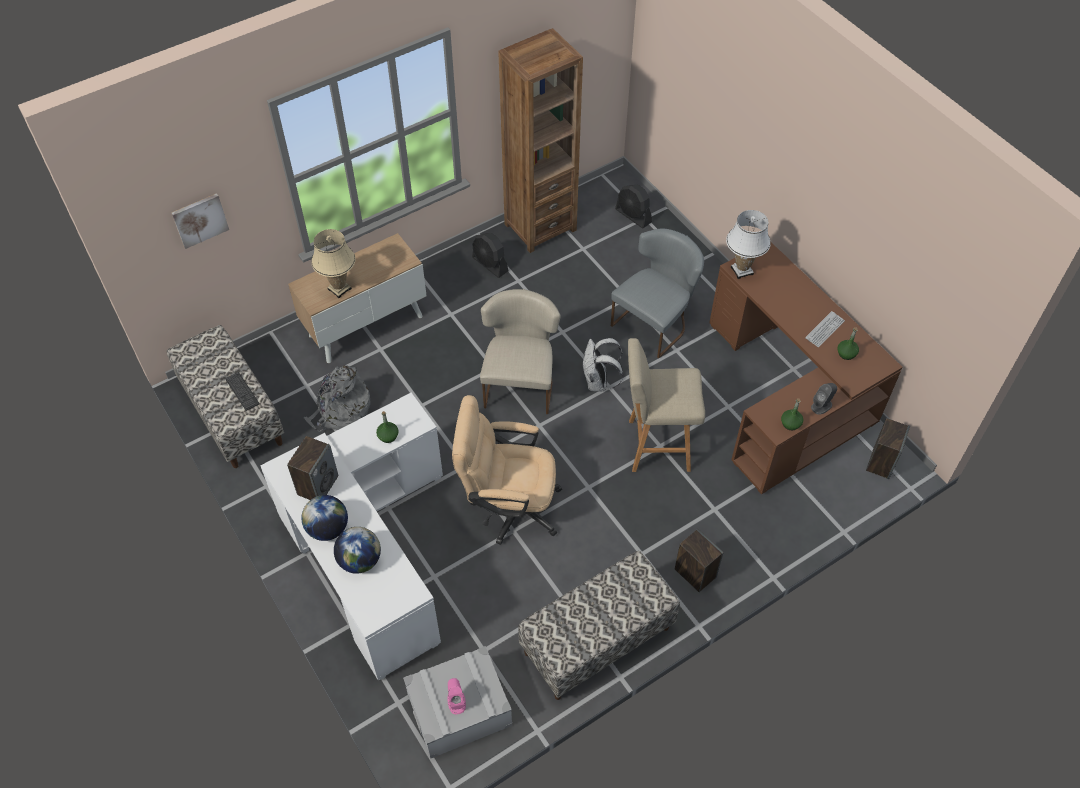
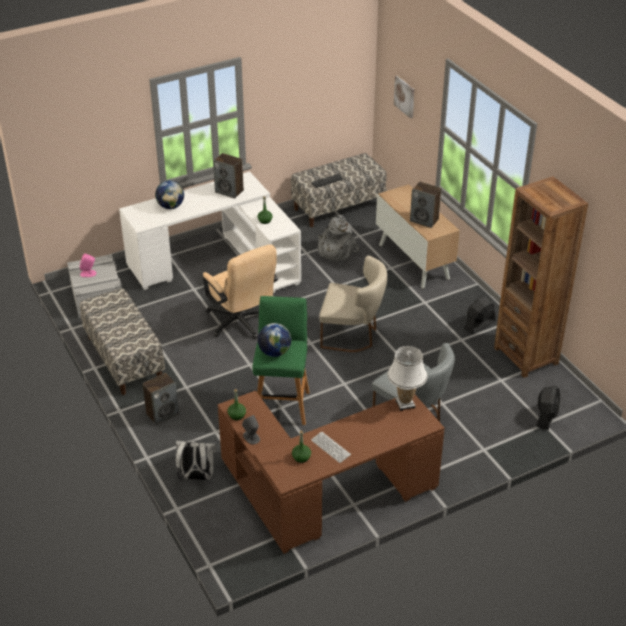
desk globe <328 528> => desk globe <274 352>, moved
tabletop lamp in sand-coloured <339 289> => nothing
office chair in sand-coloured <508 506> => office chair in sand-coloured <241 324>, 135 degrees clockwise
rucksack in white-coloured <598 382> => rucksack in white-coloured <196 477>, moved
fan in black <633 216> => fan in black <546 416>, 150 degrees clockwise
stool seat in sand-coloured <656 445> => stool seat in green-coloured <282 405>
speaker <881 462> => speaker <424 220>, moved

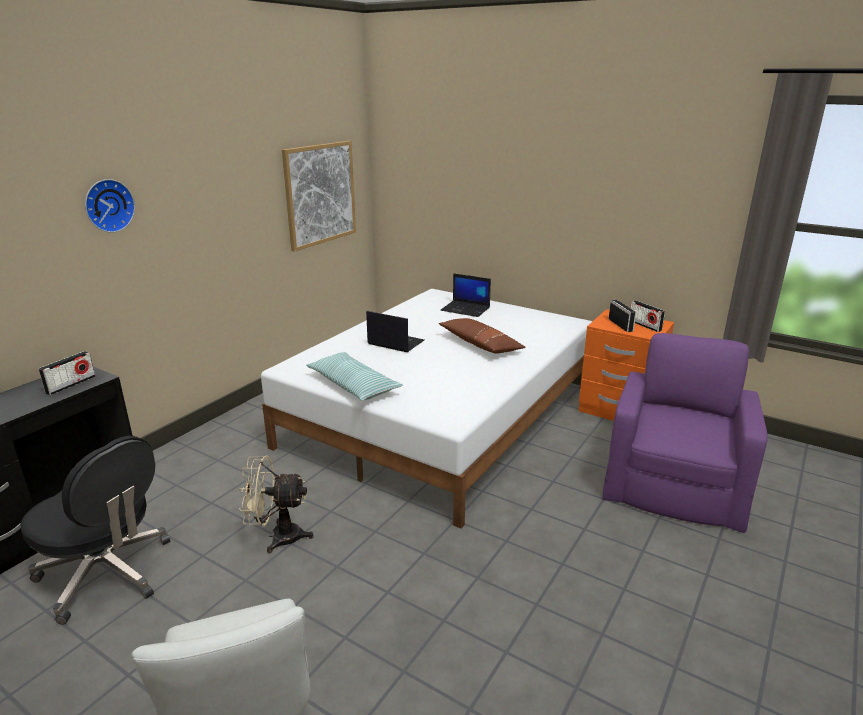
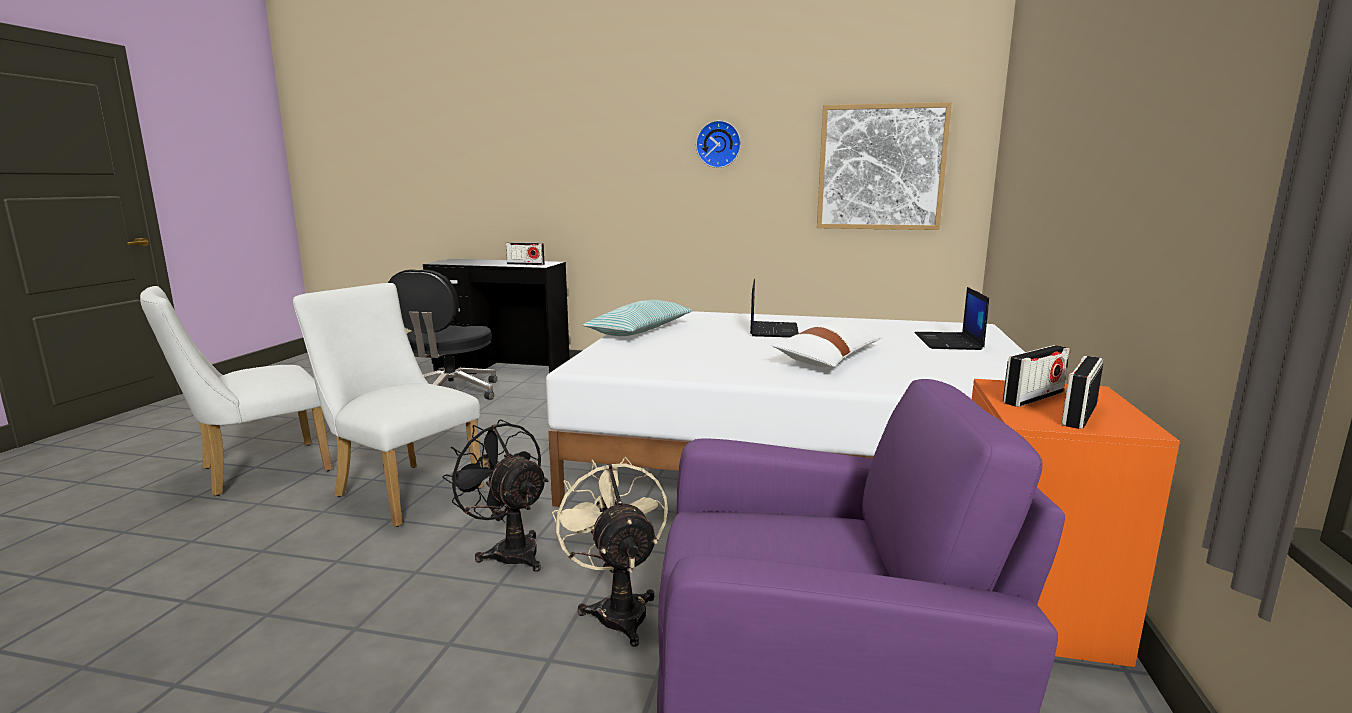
hanging clock <108 205> => hanging clock <718 144>, moved
fan in sand-coloured <277 537> => fan in sand-coloured <618 609>, moved
throw pillow in brown-coloured <480 344> => throw pillow in white-coloured <829 357>
nothing => upright chair in white-coloured <401 490>
nothing => fan in black <509 550>

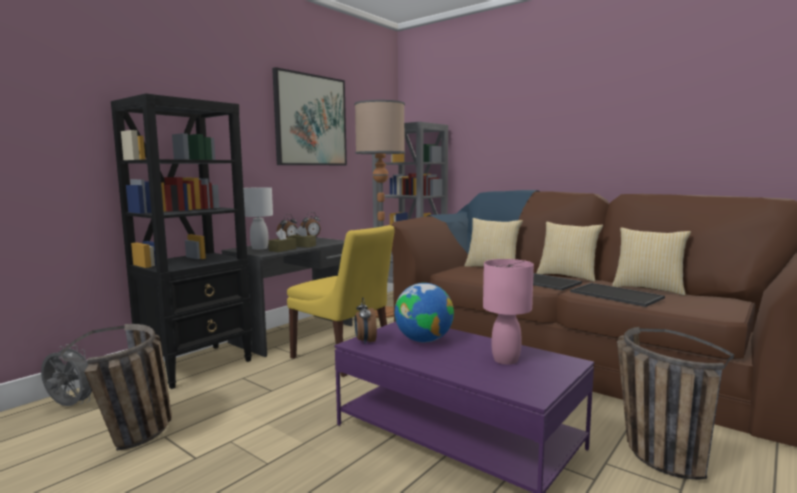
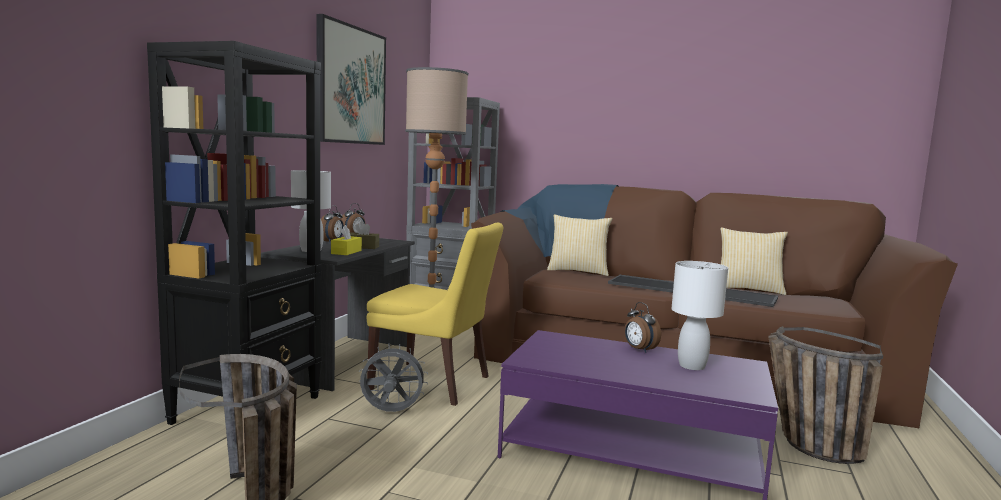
fan in greyish <70 406> => fan in greyish <391 412>, moved
tissue box in brown-coloured <282 249> => tissue box in yellowish <346 252>
table clock <365 341> => table clock <639 350>, moved
desk globe <423 340> => nothing
tabletop lamp in pinkish <505 360> => tabletop lamp in white-coloured <692 366>
throw pillow <568 276> => nothing

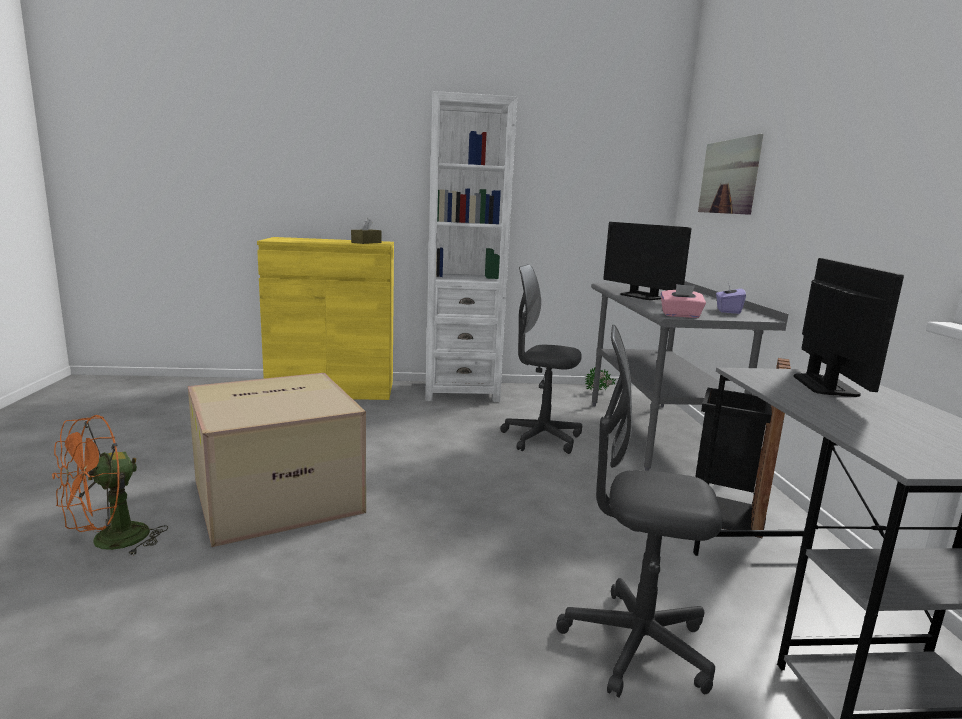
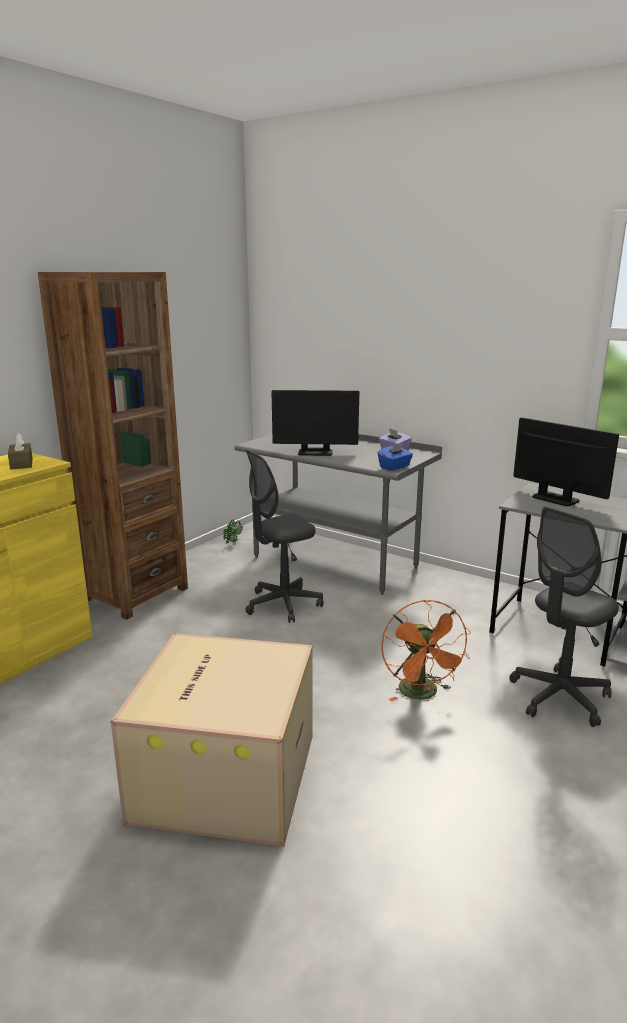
fan in orange <109 543> => fan in orange <422 694>, moved
bookcase in white-coloured <461 391> => bookcase in brown-coloured <135 594>
tissue box in pinkish <680 315> => tissue box in blue <395 467>
rubbish bin in black <725 513> => nothing
wall art <729 176> => nothing

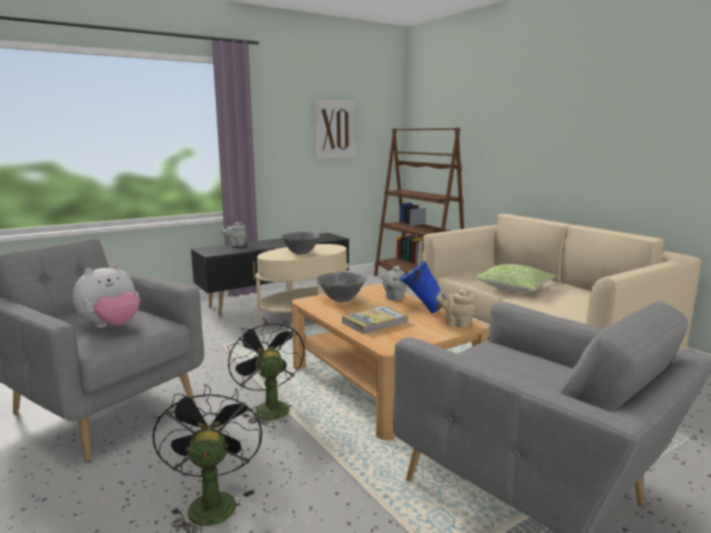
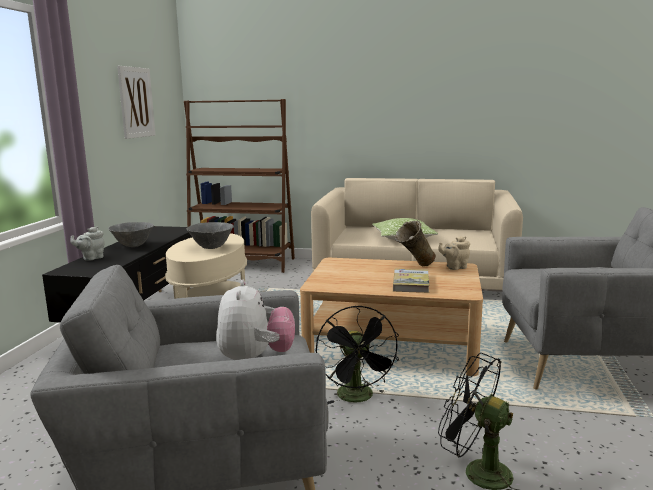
fan in black <268 408> => fan in black <358 398>, 120 degrees counterclockwise
deep dish in greyish <341 300> => deep dish in greyish <133 246>, moved
pot for tea in greyish <394 298> => nothing
vase in blue <421 311> => vase in sand-coloured <414 267>

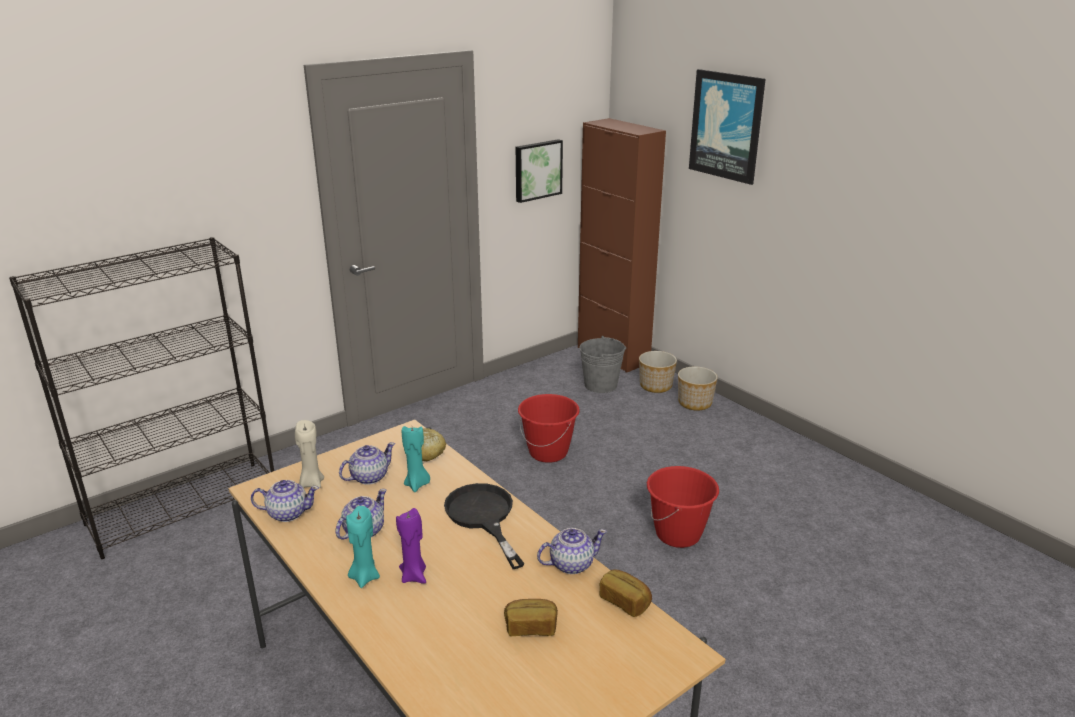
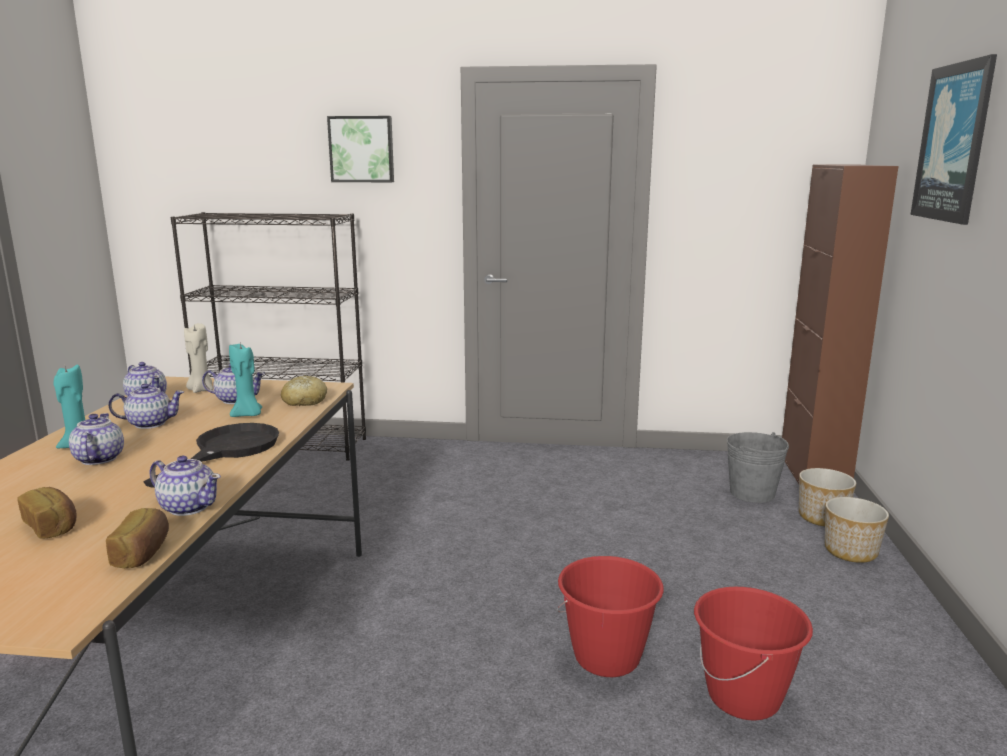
wax light in purplish <414 576> => pot for tea <98 459>
wall art <537 170> => wall art <362 149>, moved
water bucket in red-coloured <548 452> => water bucket in red-coloured <744 697>, moved

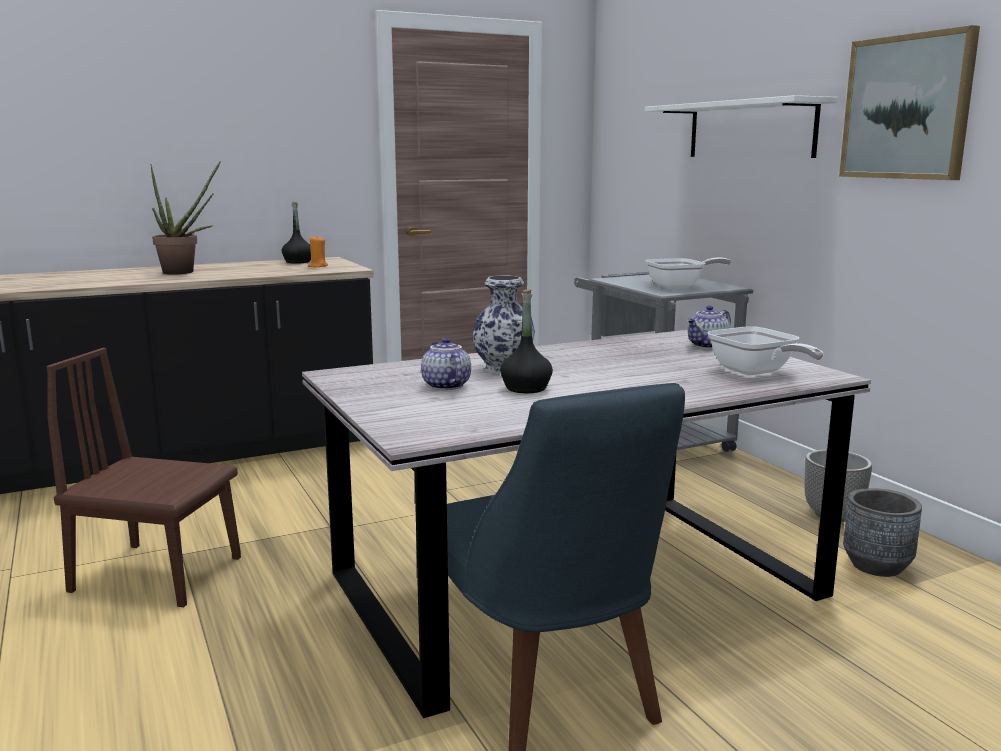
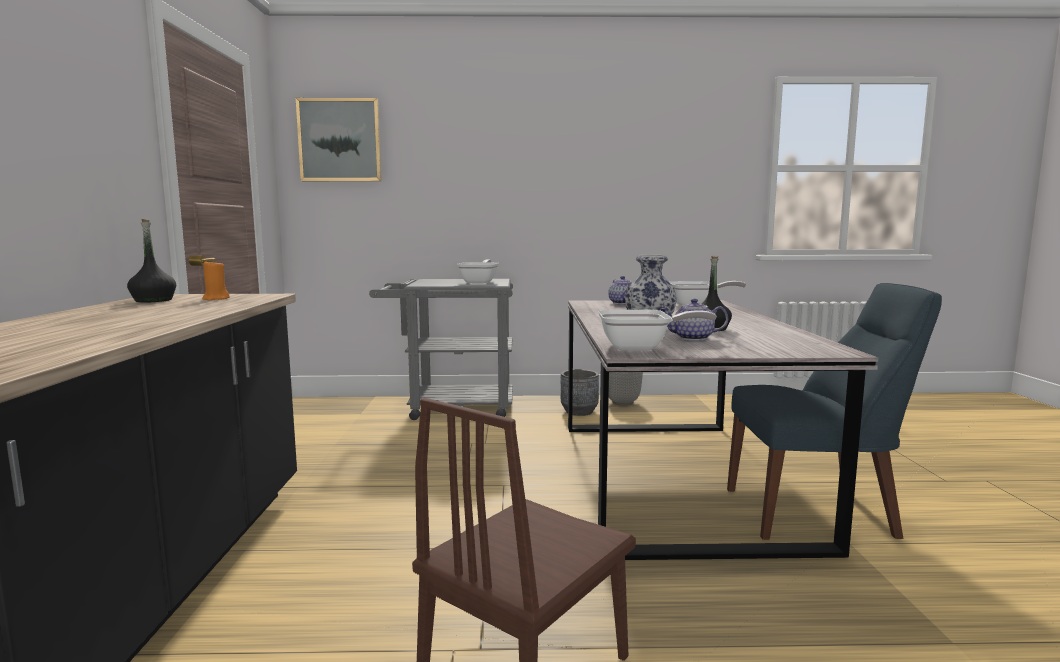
houseplant <185 272> => nothing
shelf in white-coloured <750 130> => nothing
wall art <907 107> => wall art <340 140>, moved
planter in greyish <877 565> => planter in greyish <579 411>, moved
nothing => frying pan <642 348>

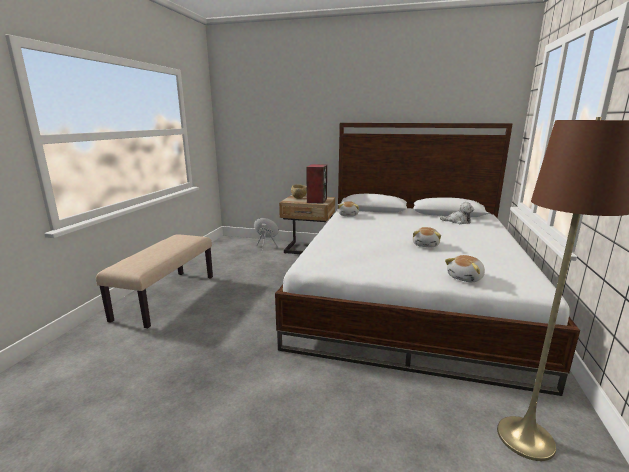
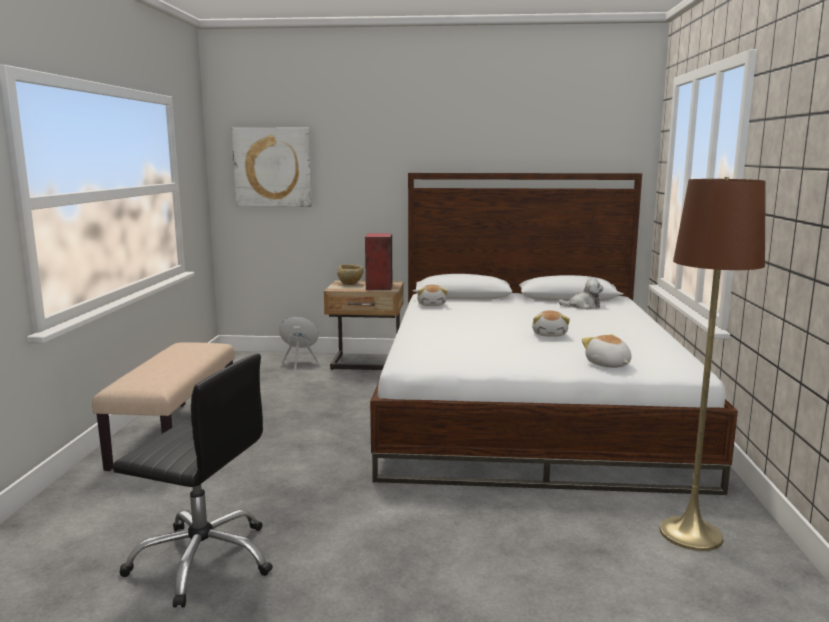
plush toy <466 278> => plush toy <607 365>, 120 degrees clockwise
nothing => office chair in black <203 560>
nothing => wall art <273 167>

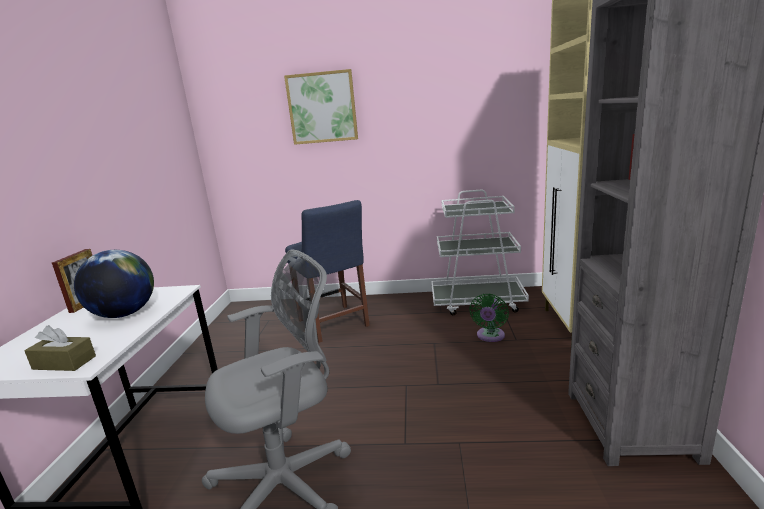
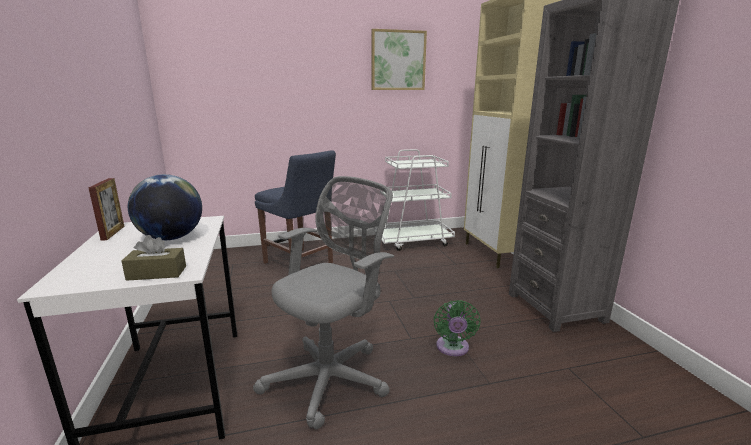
wall art <322 107> => wall art <398 60>, moved
fan in green-coloured <490 336> => fan in green-coloured <452 348>, moved

